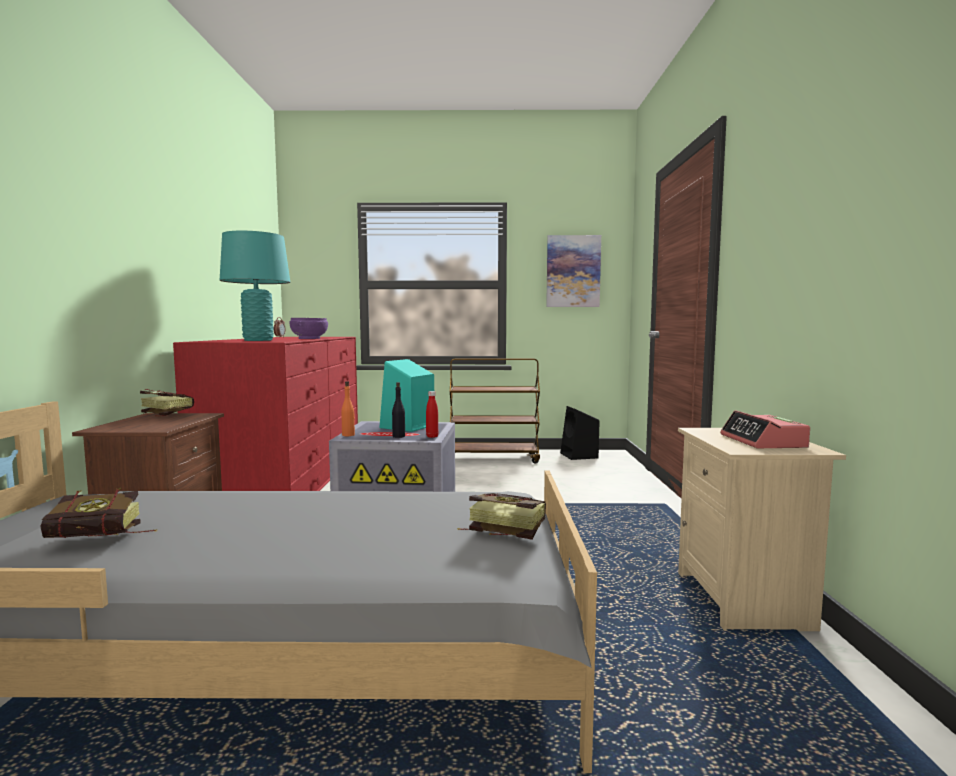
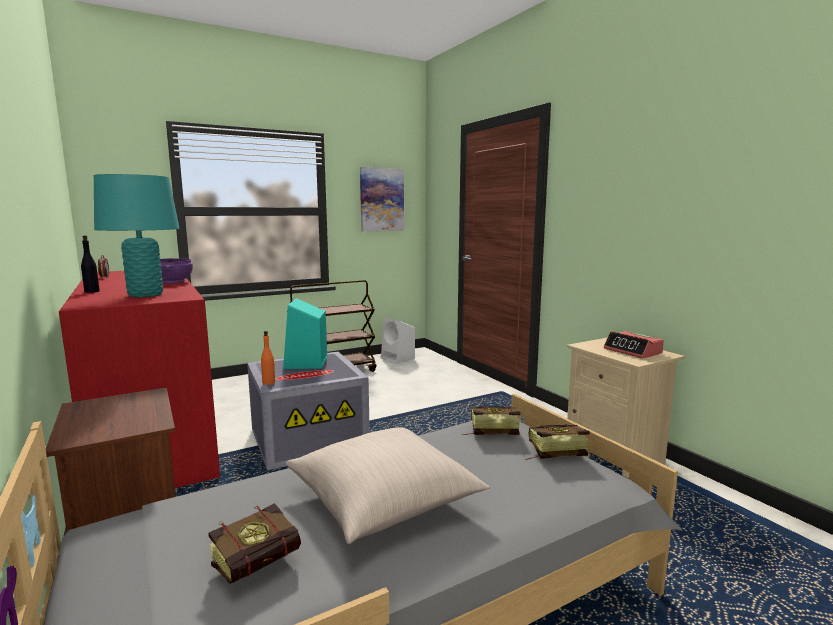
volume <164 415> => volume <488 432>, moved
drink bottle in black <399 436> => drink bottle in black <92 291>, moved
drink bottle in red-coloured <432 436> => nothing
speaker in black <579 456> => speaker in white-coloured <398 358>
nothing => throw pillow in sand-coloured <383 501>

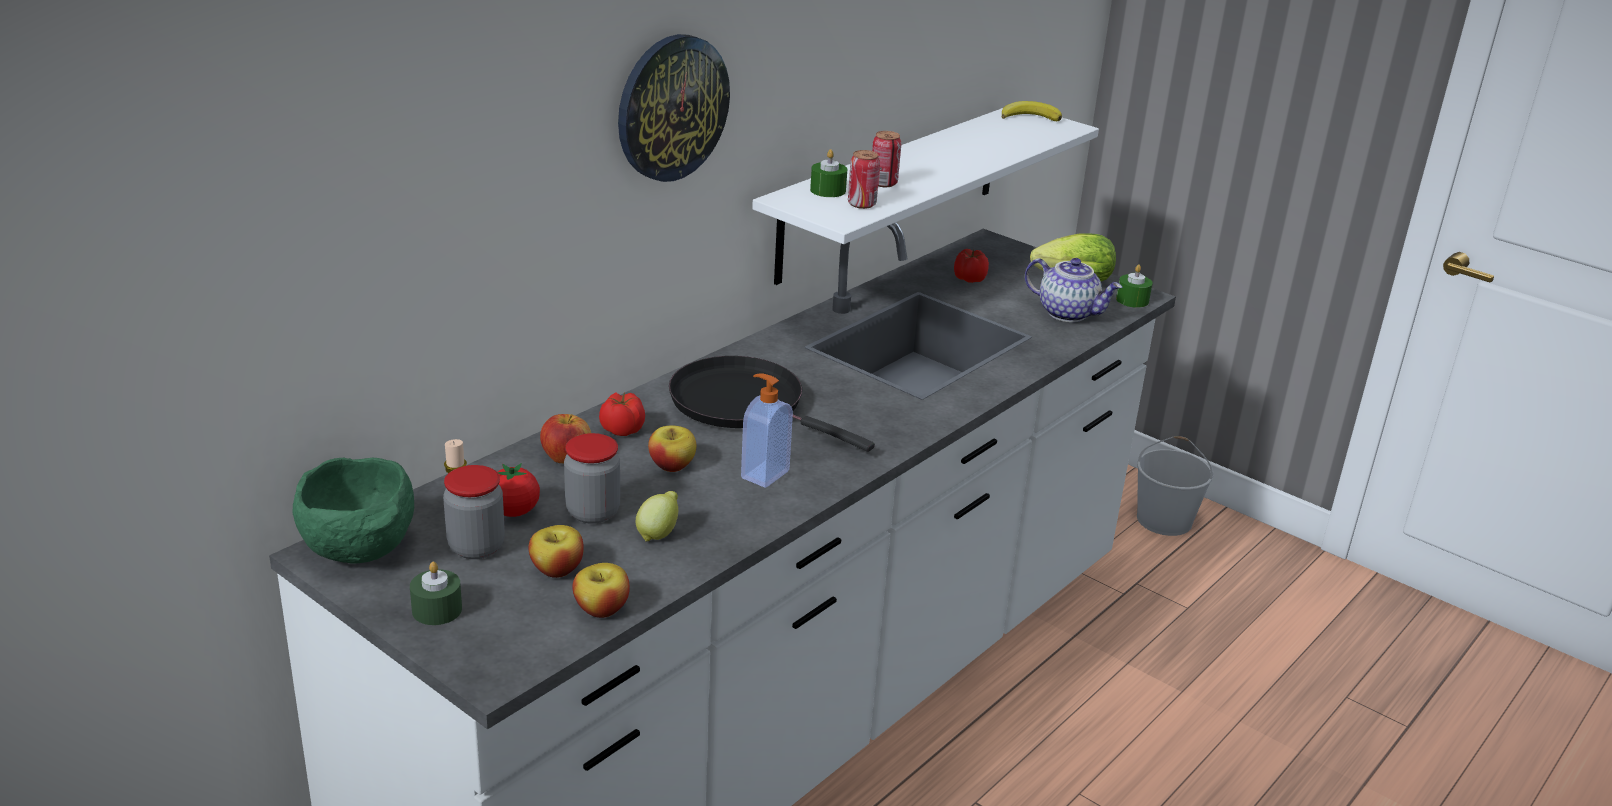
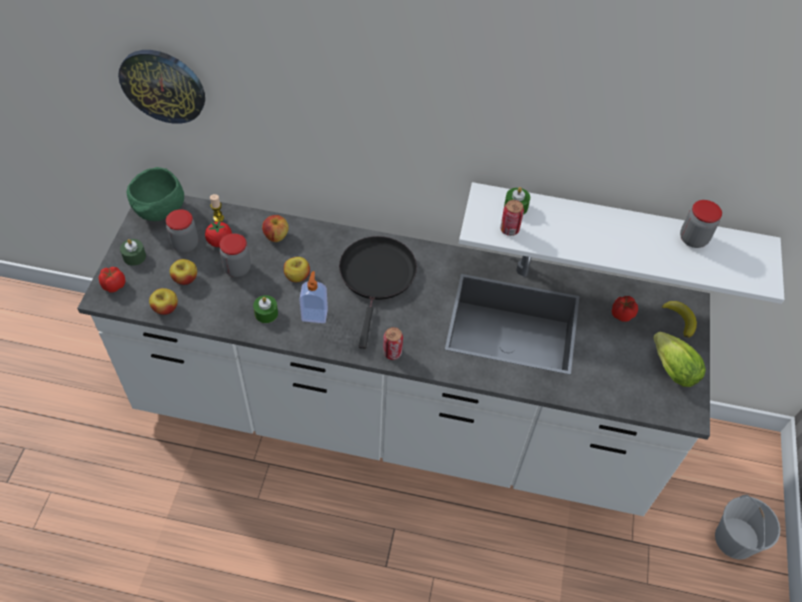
fresh tomato <621 430> => fresh tomato <113 285>, moved
hanging clock <671 107> => hanging clock <163 85>, moved
whole lemon <658 534> => nothing
can <883 183> => can <392 353>, moved
banana <1030 117> => banana <680 319>, moved
pot for tea <1068 313> => nothing
wax light in green-coloured <1132 300> => wax light in green-coloured <266 313>, moved
nothing => preserve jar <693 239>

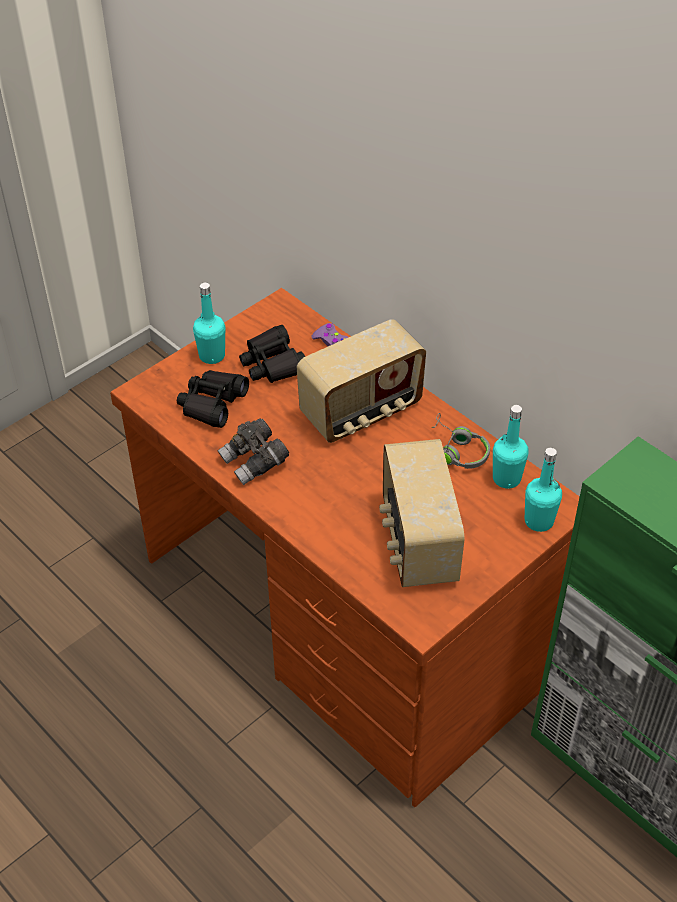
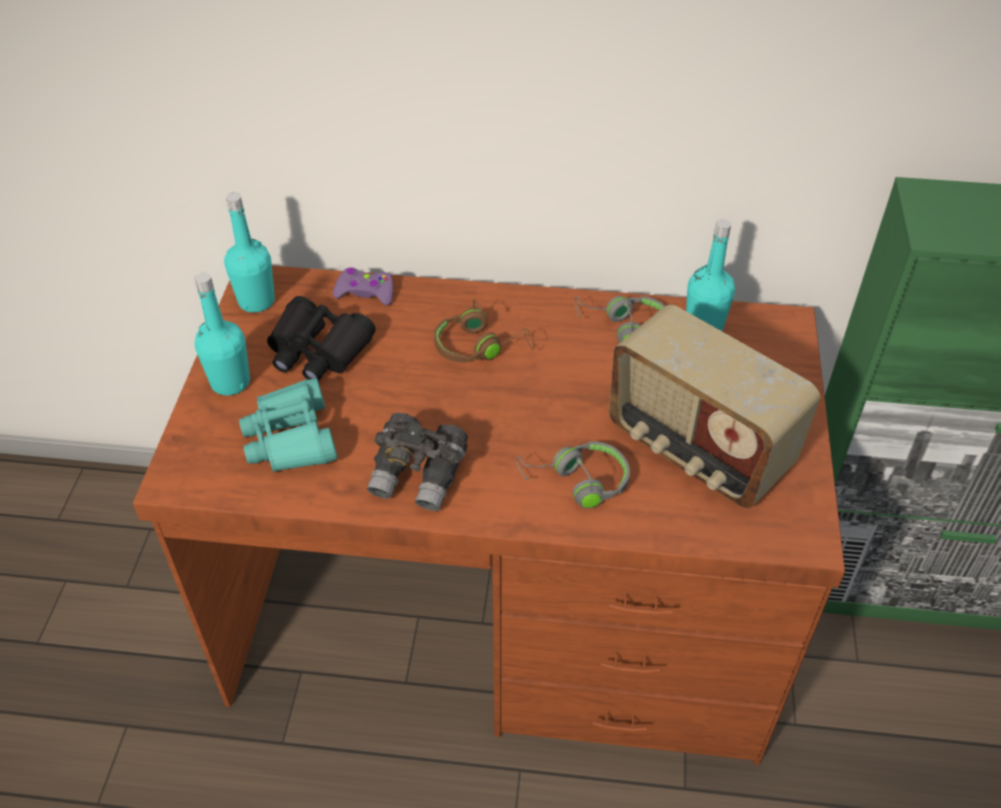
binoculars in black <212 404> => binoculars in turquoise <291 438>
radio receiver <362 412> => headset in brown-coloured <480 346>
drink bottle in turquoise <539 521> => drink bottle in turquoise <256 301>, moved
nothing => headset in greyish <577 482>

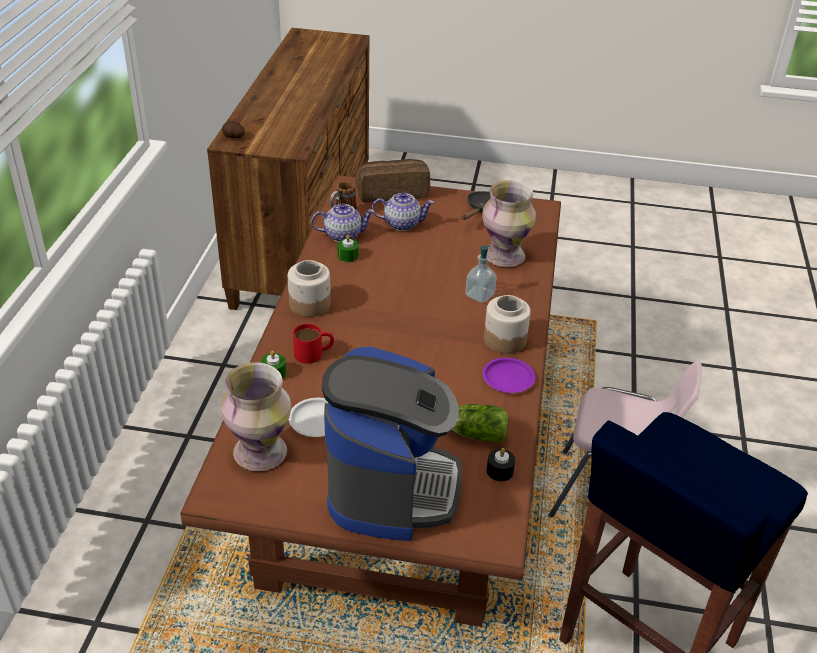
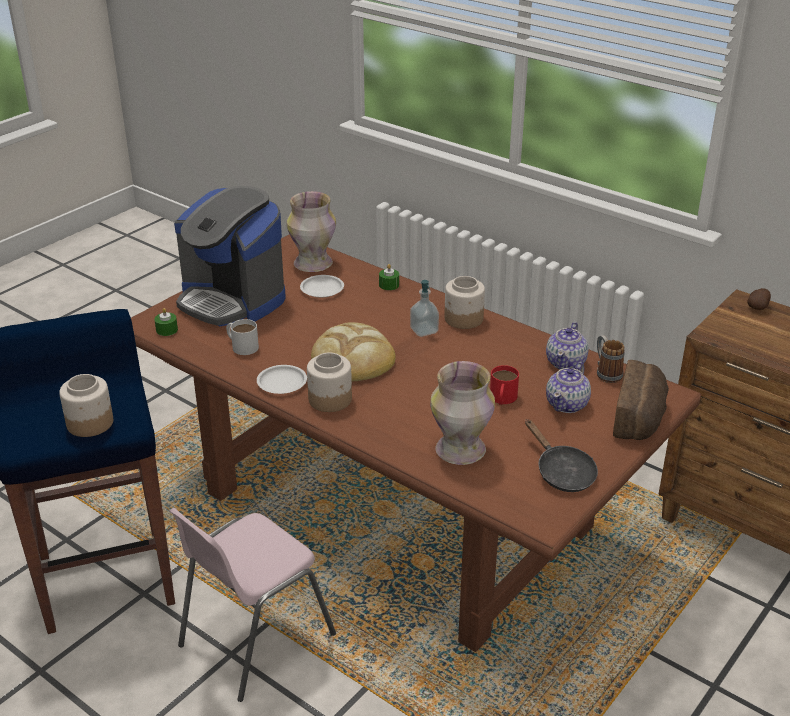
tea mug in red-coloured <314 353> => tea mug in red-coloured <502 399>, moved
wax light in green-coloured <348 256> => wax light in green-coloured <167 330>, moved
lettuce head <474 434> => tea mug in white-coloured <241 346>
liquid soap bottle <479 295> => liquid soap bottle <424 330>, moved
plate in purplish <508 378> => plate in white-coloured <282 383>
wax light in black <500 471> => nothing
nothing => preserve jar <89 423>
nothing => baked bread <353 358>

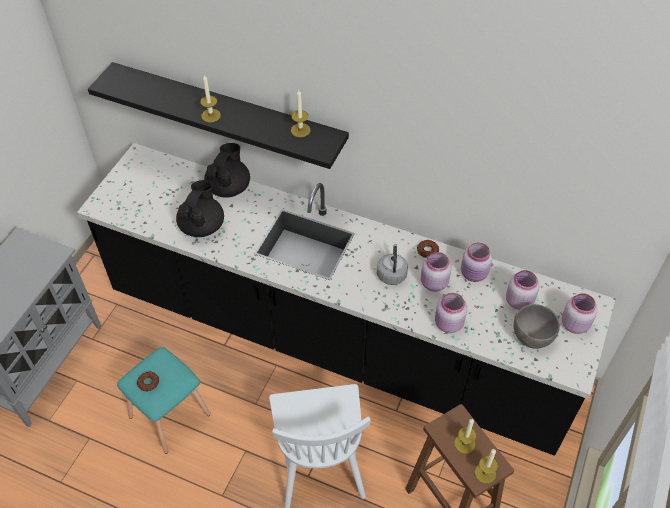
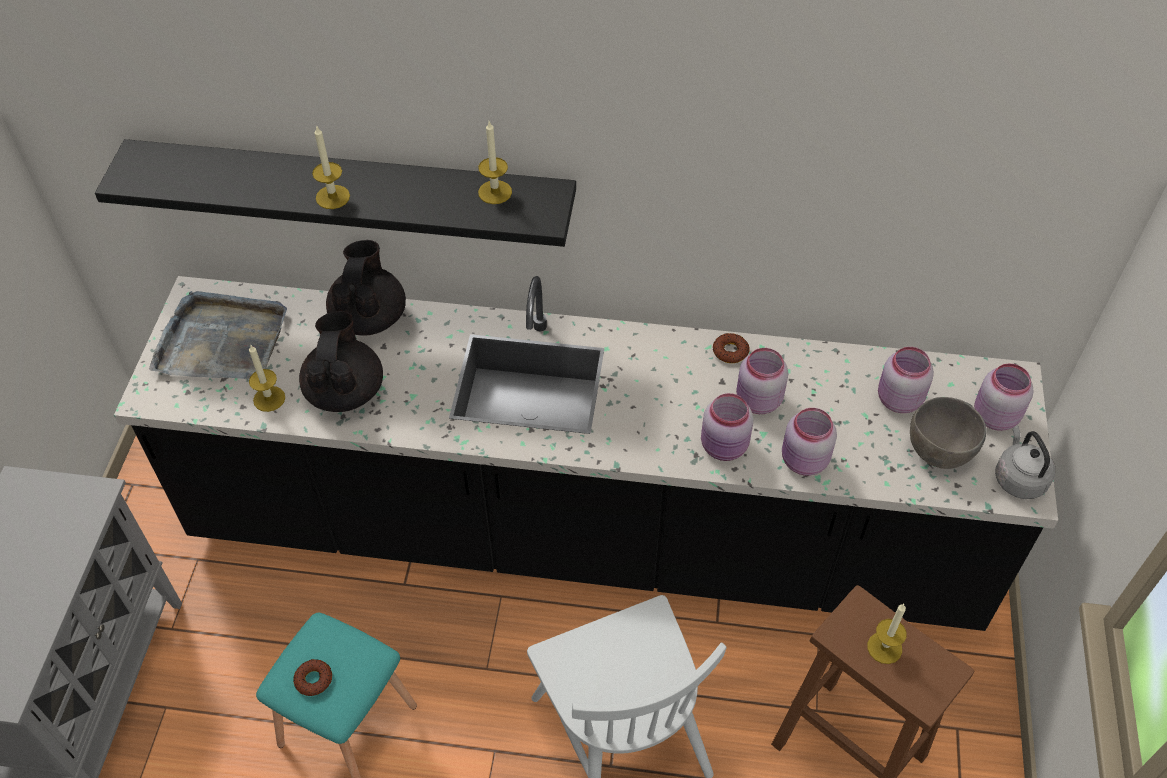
water kettle in greyish <391 273> => water kettle in greyish <1018 478>, moved
preserve jar in pinkish <474 274> => preserve jar in pinkish <724 447>, moved
wax light <485 473> => wax light <269 399>, moved
nothing => carrying tray in greyish <222 341>

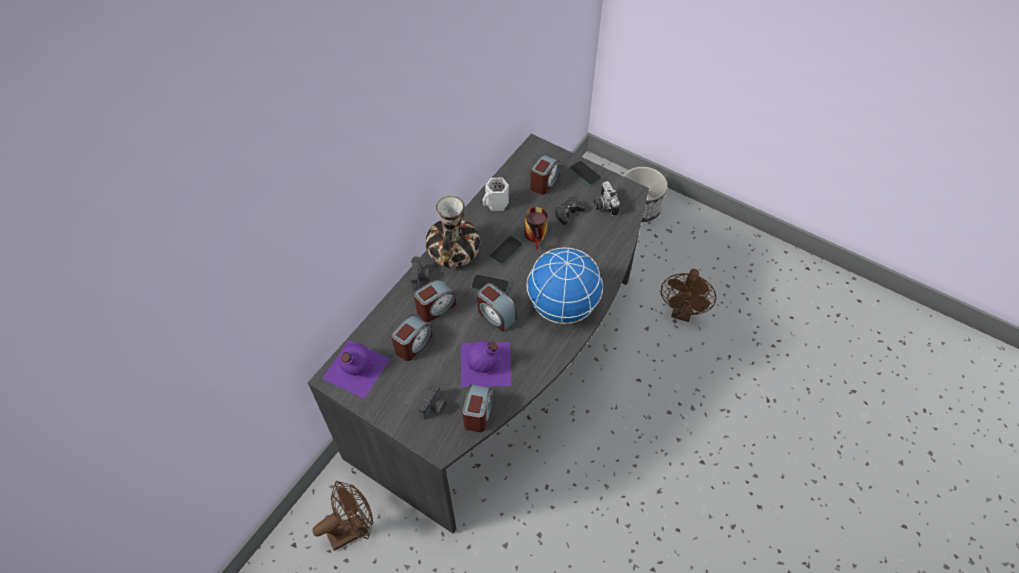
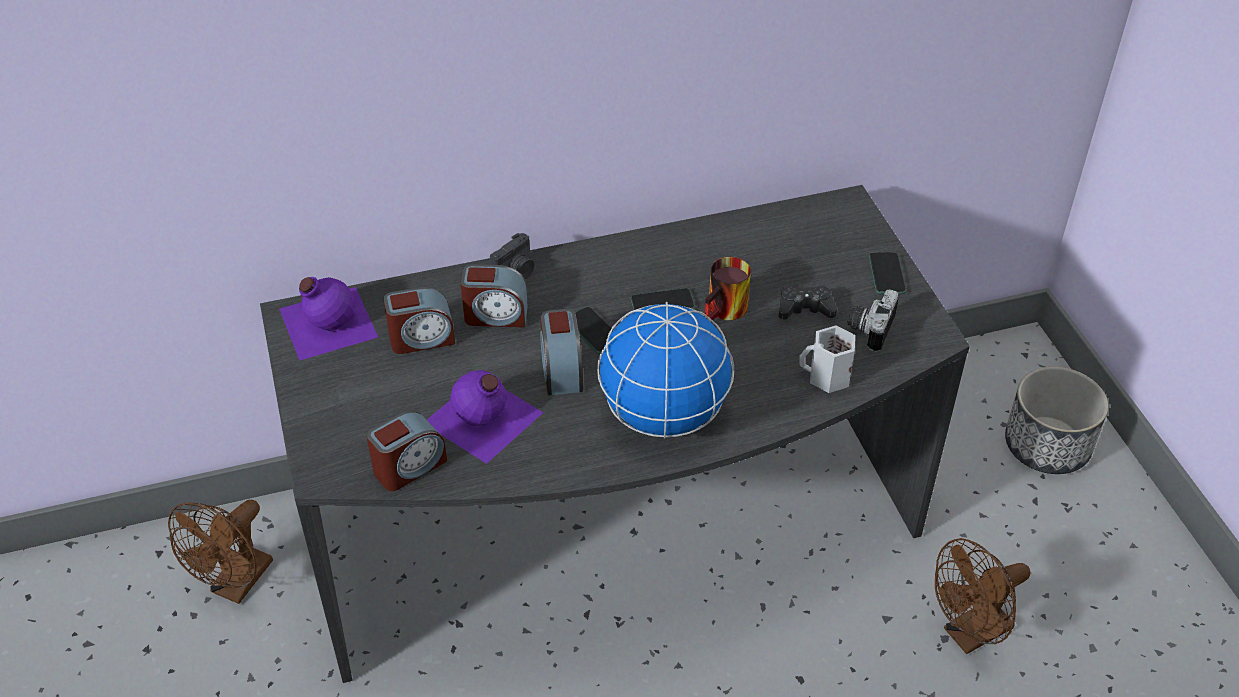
fan in brown-coloured <352 529> => fan in brown-coloured <237 585>, 105 degrees clockwise
photo camera <434 407> => nothing
vase <454 251> => nothing
tea mug in white-coloured <496 204> => tea mug in white-coloured <827 377>, moved
table clock <544 182> => nothing

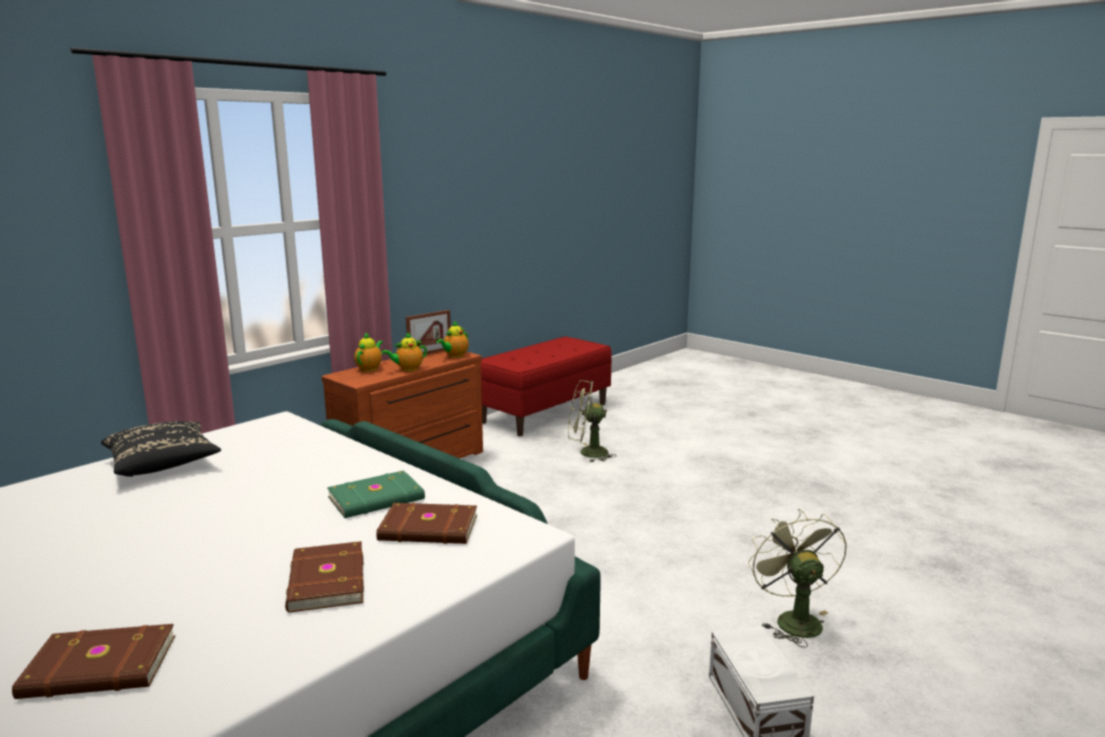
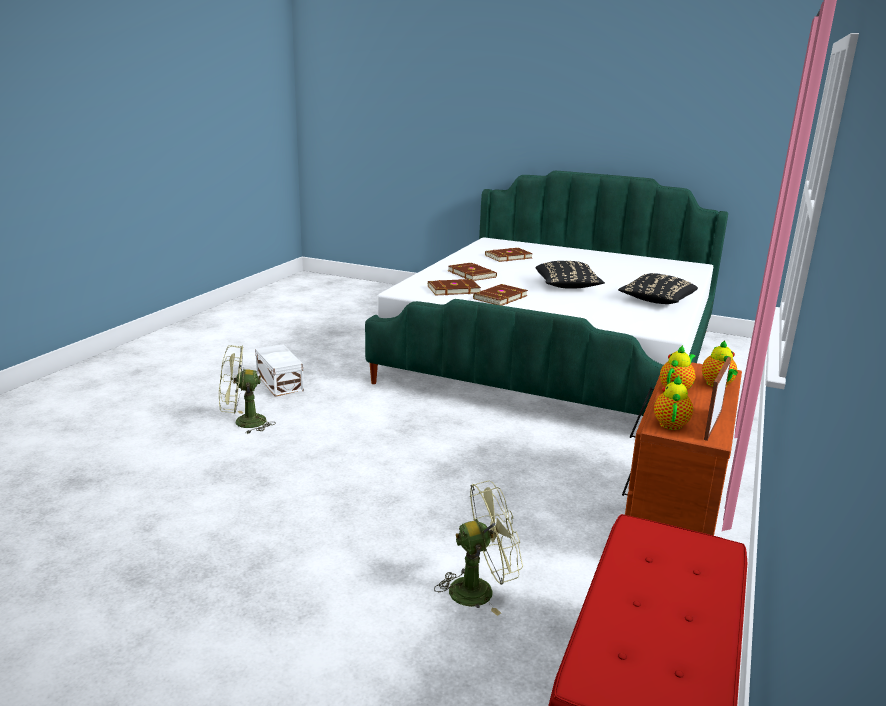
volume in green-coloured <377 499> => volume in brown-coloured <499 297>
fan in green-coloured <792 619> => fan in green-coloured <243 423>, 105 degrees clockwise
nothing => throw pillow in black <567 286>

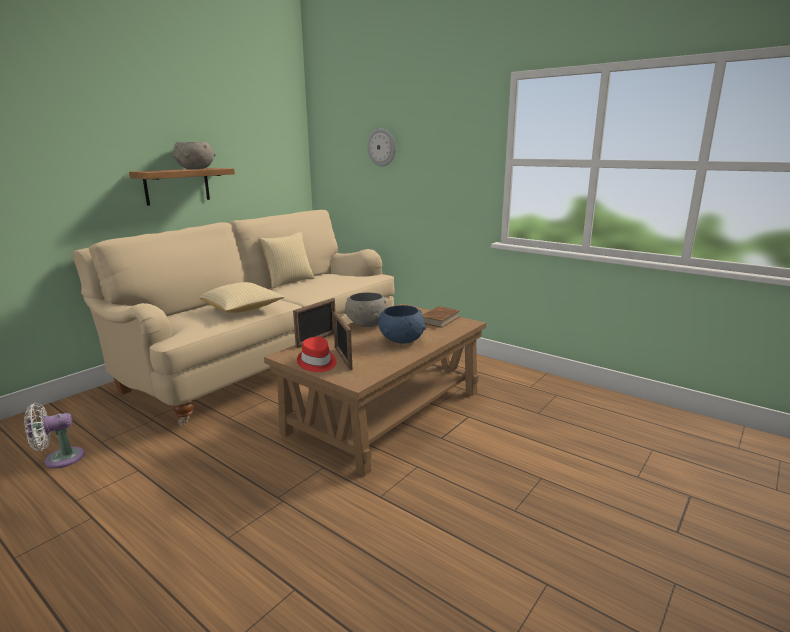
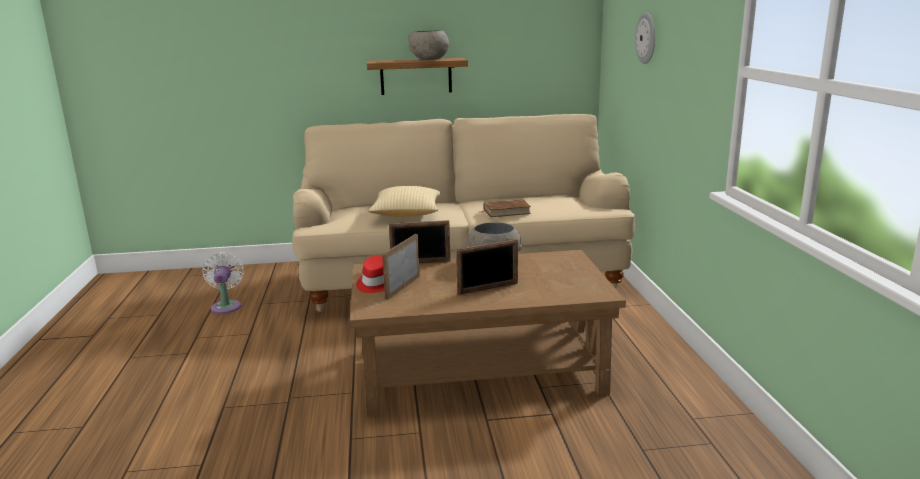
fan in white-coloured <59 459> => fan in white-coloured <226 306>, 60 degrees clockwise
throw pillow <288 282> => nothing
deep dish in blue <401 340> => picture frame <488 288>
volume in brown-coloured <439 319> => volume in brown-coloured <506 211>, moved

